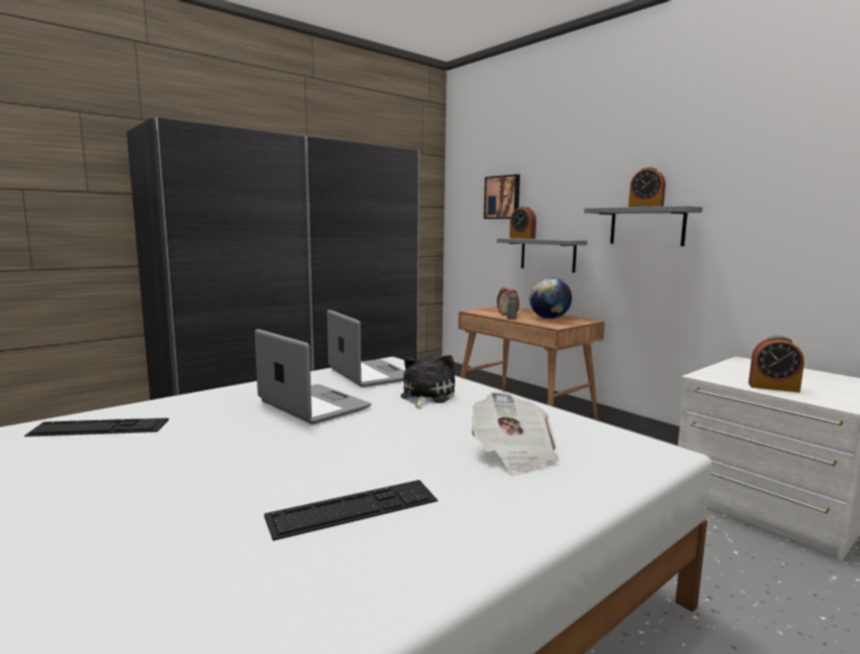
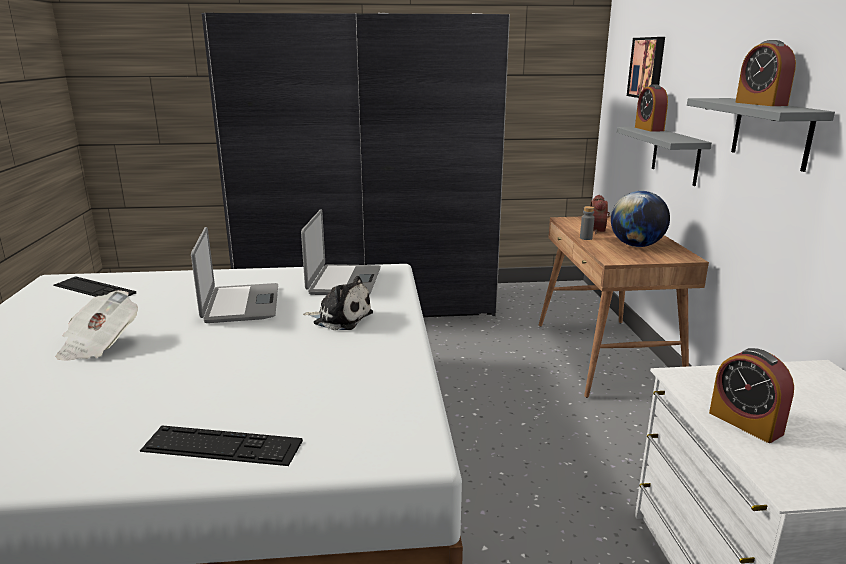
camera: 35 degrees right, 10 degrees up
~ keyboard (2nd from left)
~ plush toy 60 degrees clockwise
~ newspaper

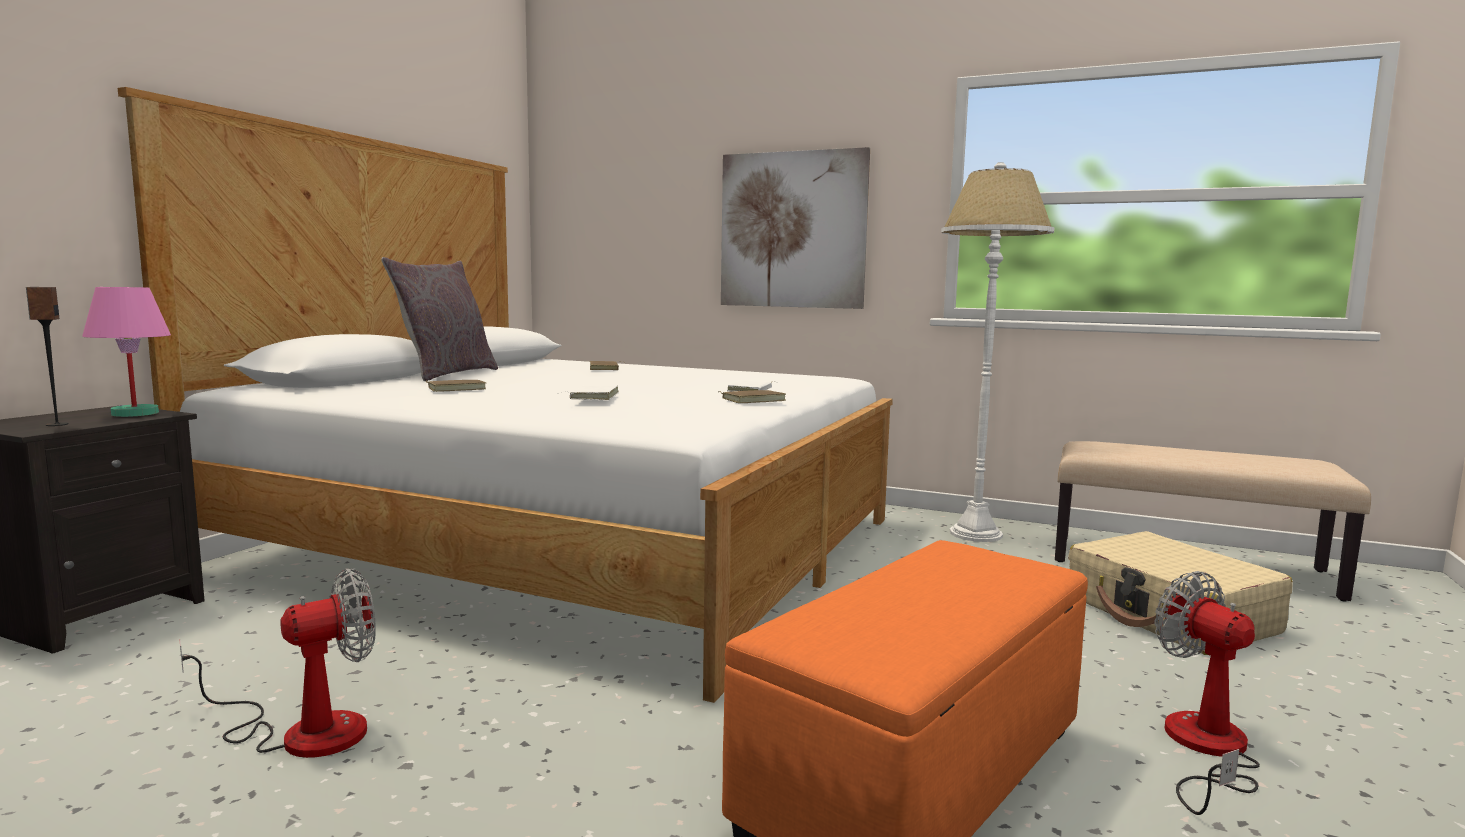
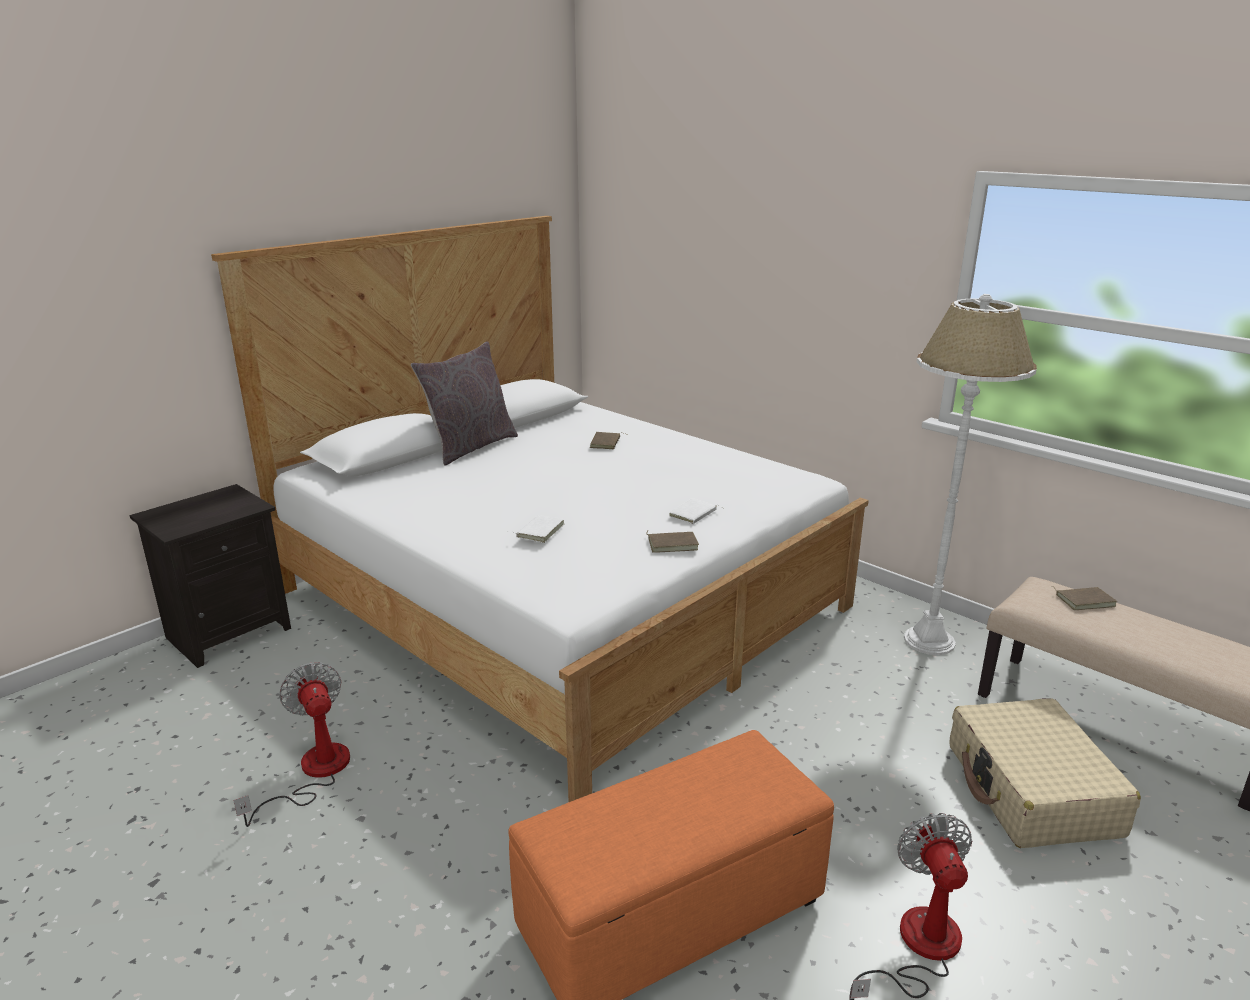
camera: 20 degrees right, 15 degrees up
- speaker
- pink table lamp
~ fan (1st from left) 105 degrees counterclockwise
~ brown book (1st from left in the first image) to brown book (3rd from left)
- picture

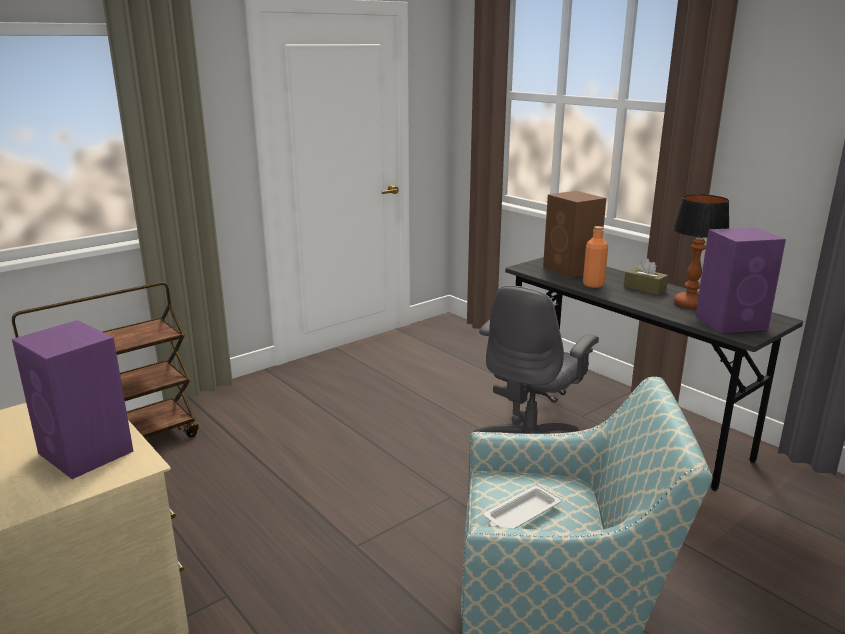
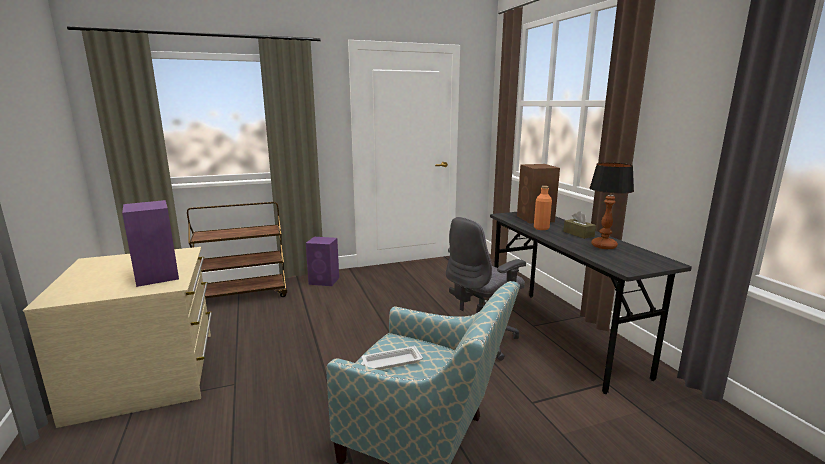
camera: 20 degrees right, 5 degrees down
~ purple speaker (2nd from left)

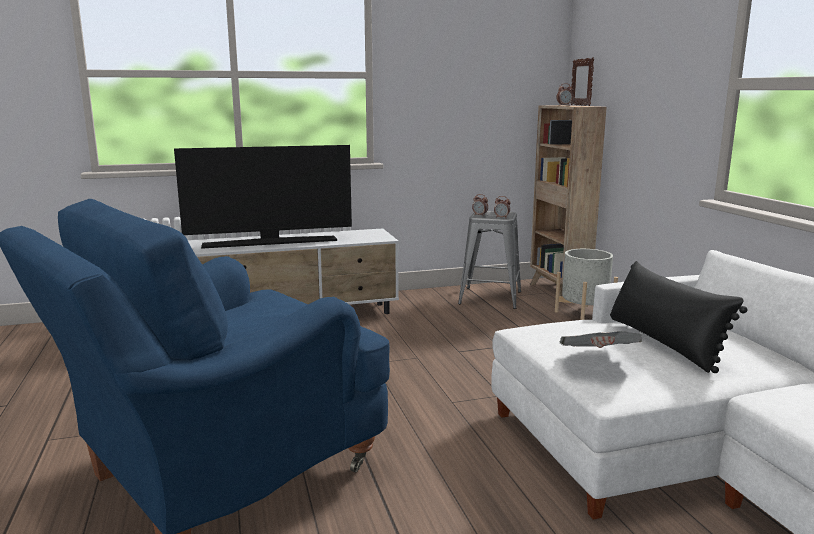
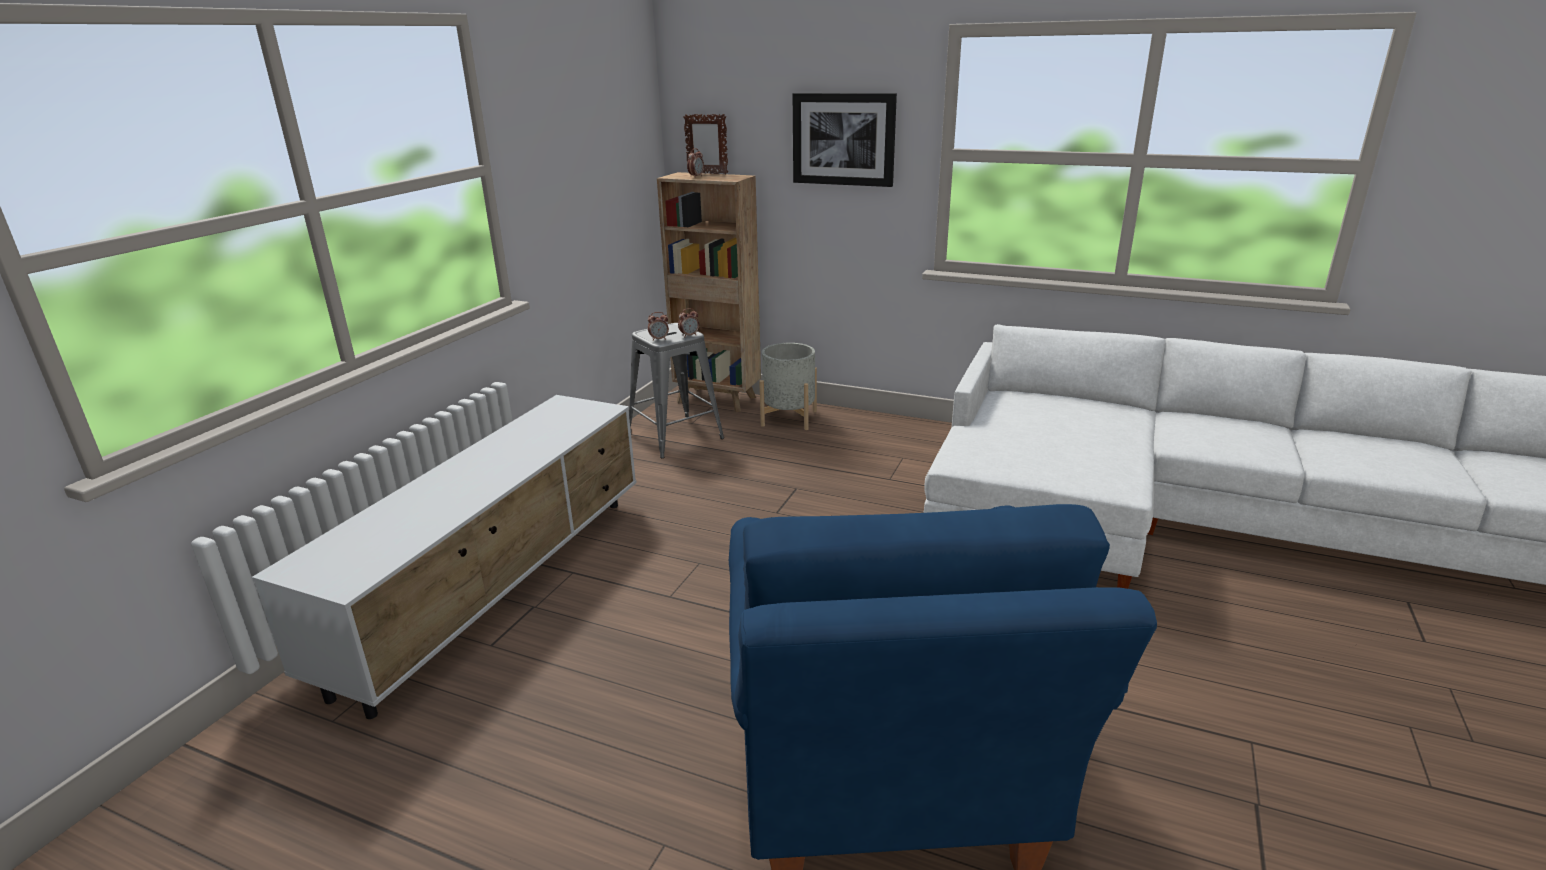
camera: 50 degrees left, 10 degrees up
- television
- newspaper
- black pillow
+ picture

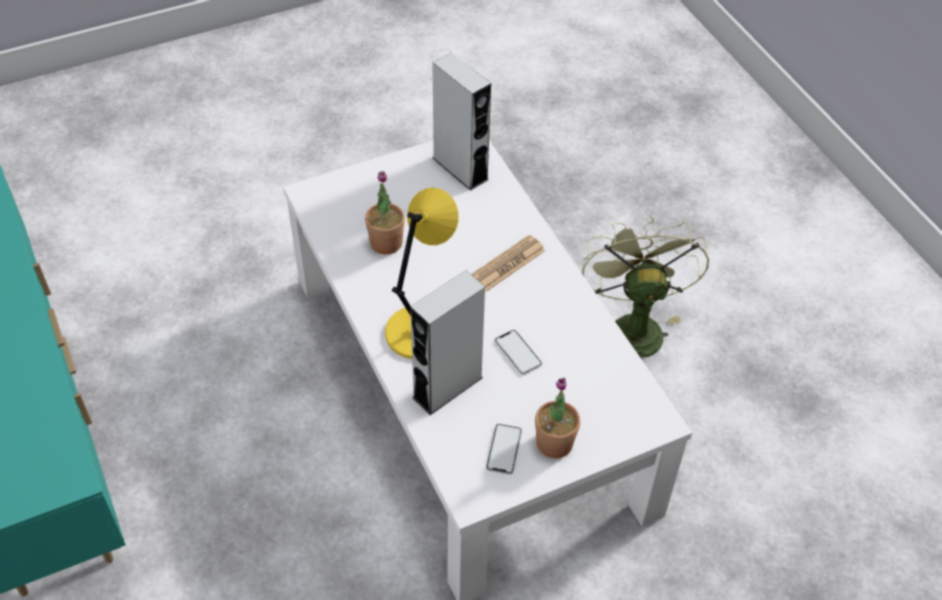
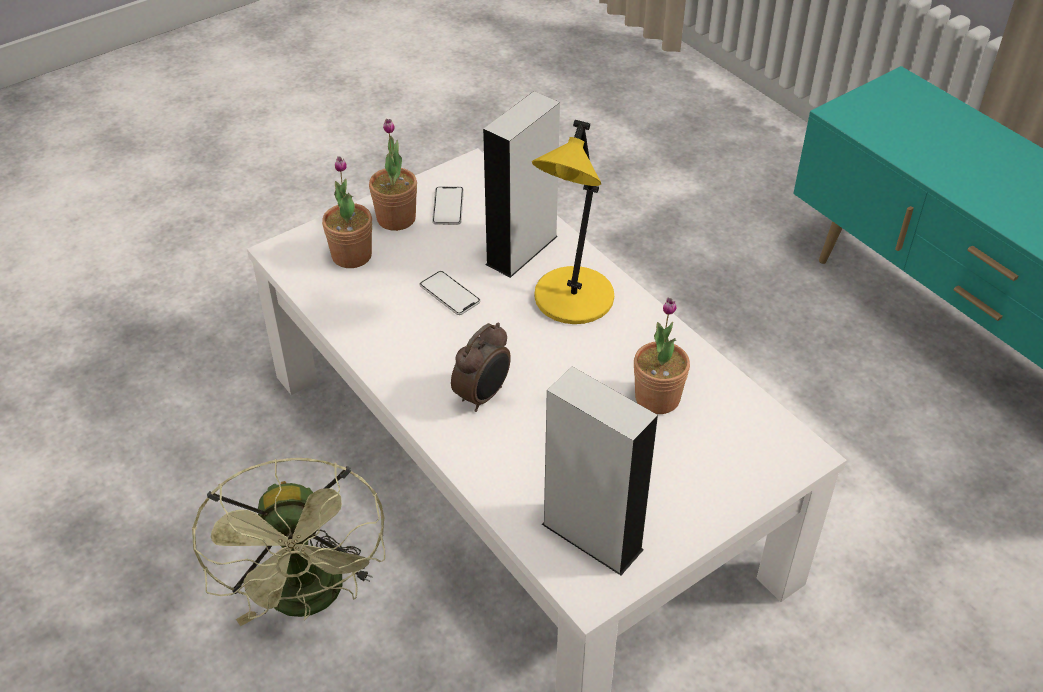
camera: 170 degrees right, 5 degrees down
~ newspaper to alarm clock
+ potted plant (1st from left)

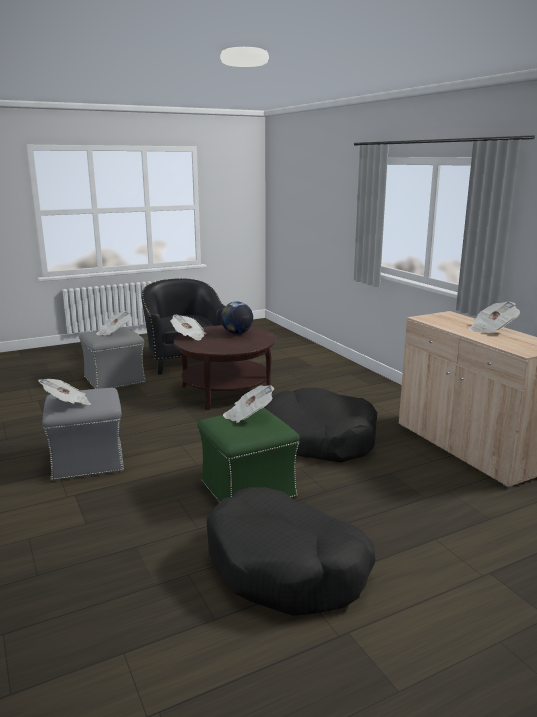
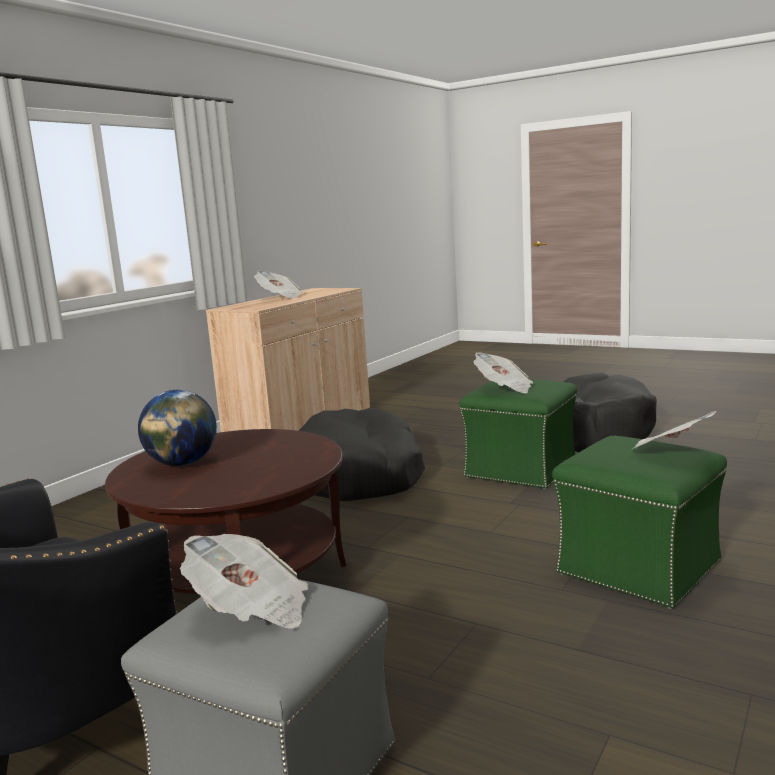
camera: 120 degrees left, 5 degrees down
~ grey ottoman (1st from left) to green ottoman (2nd from left)
- newspaper (3rd from left)

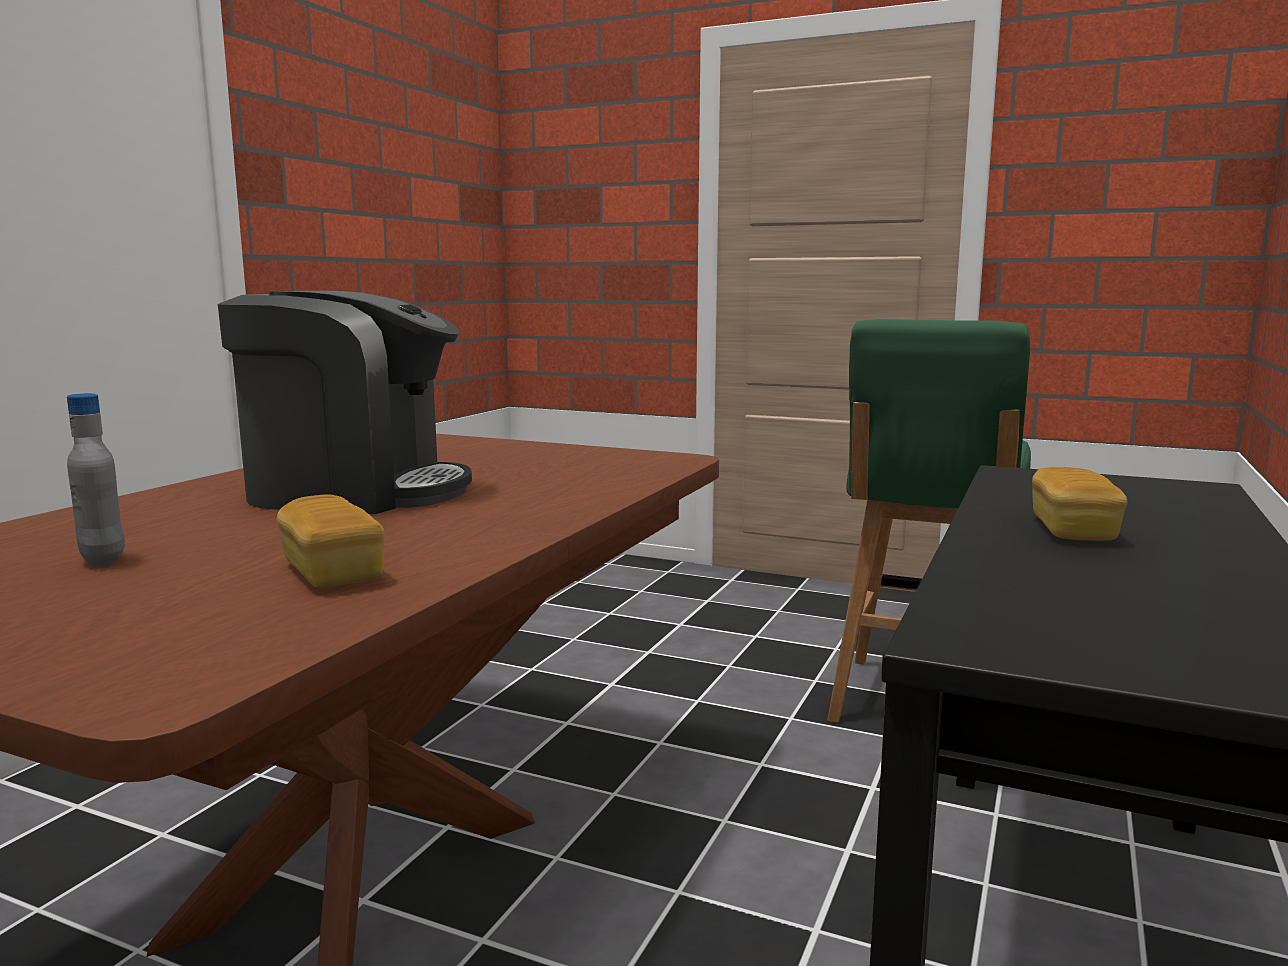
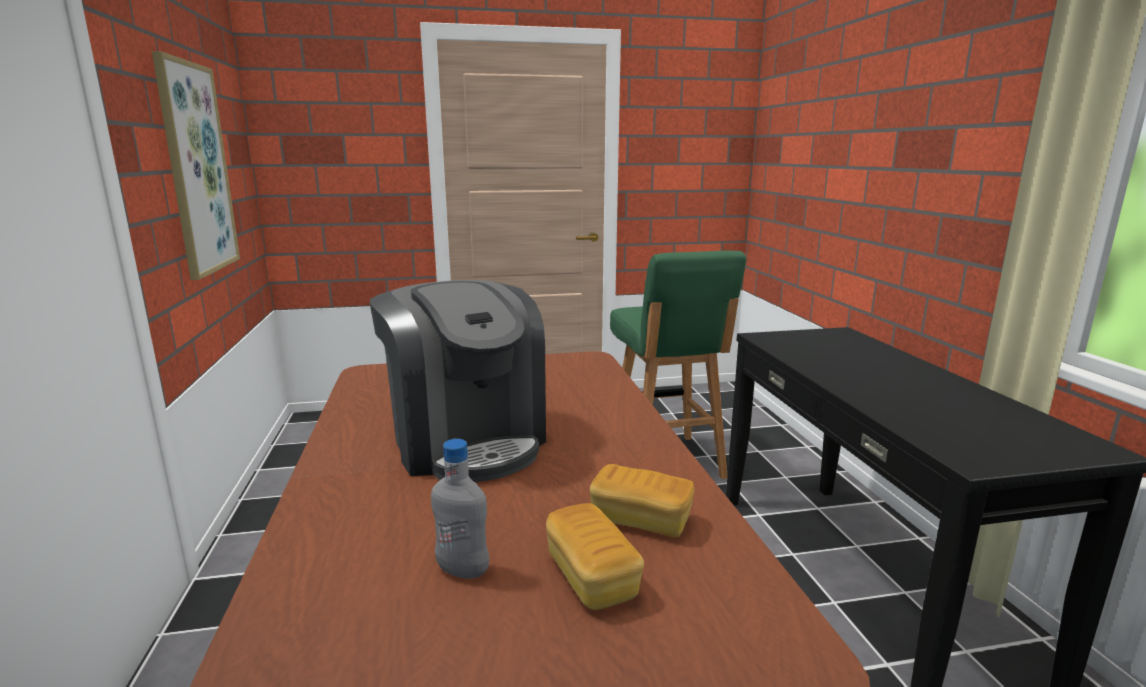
camera: 35 degrees left, 5 degrees up
~ coffee machine 90 degrees clockwise
~ bread (2nd from left in the first image) to bread (1st from left)
+ picture

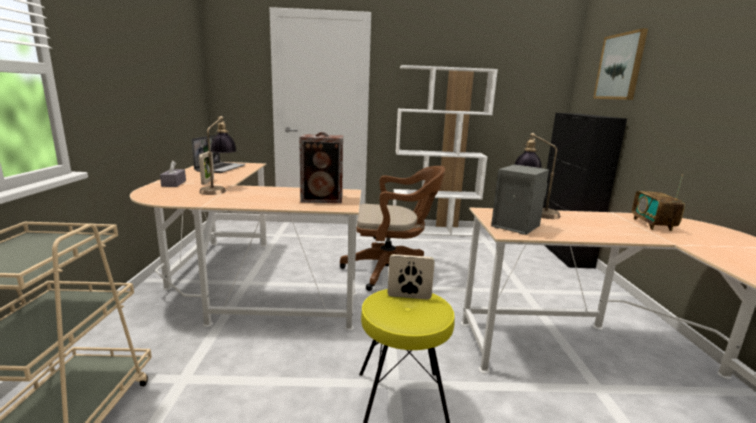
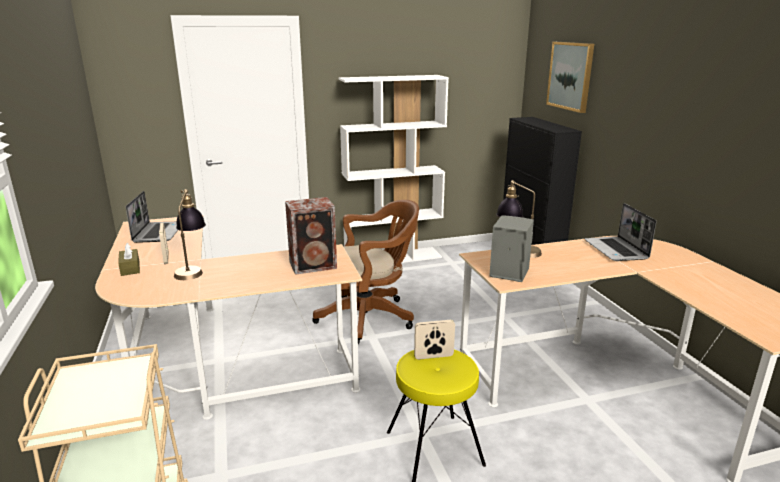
camera: 15 degrees left, 5 degrees up
~ grey tissue box to brown tissue box
~ radio to laptop (2nd from left)

